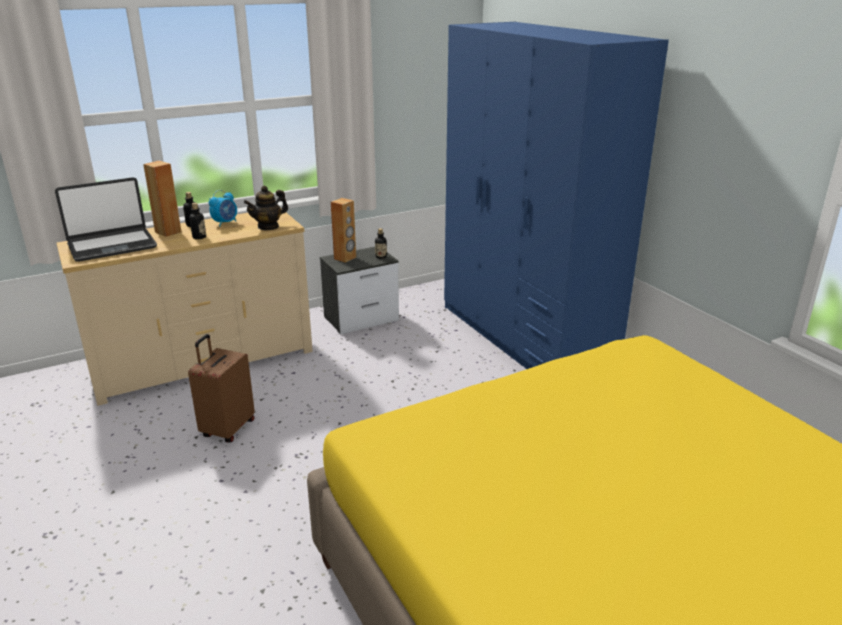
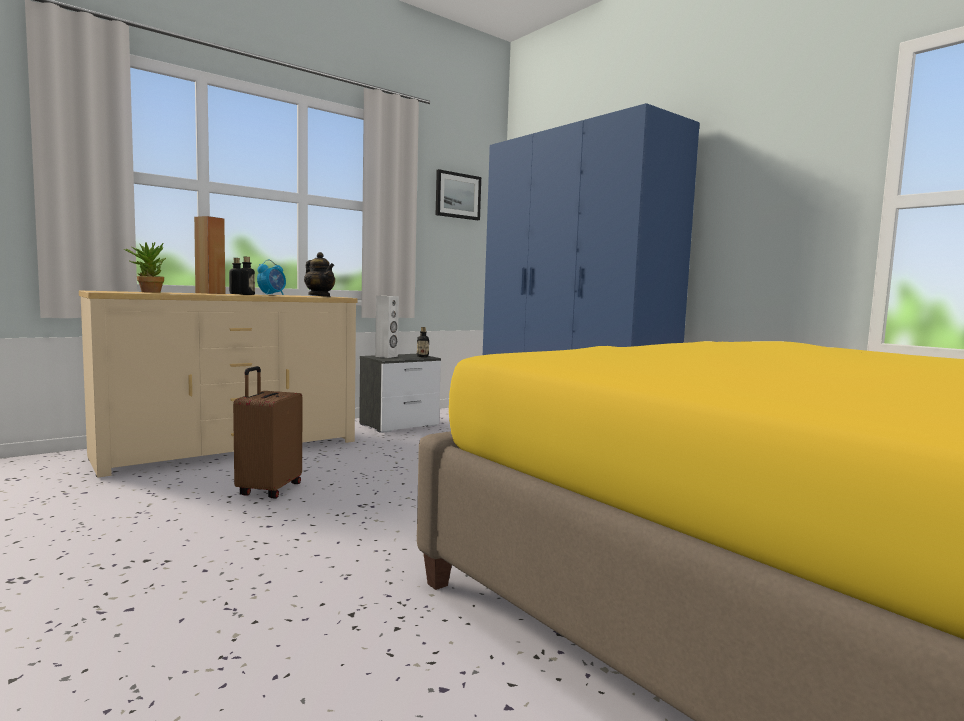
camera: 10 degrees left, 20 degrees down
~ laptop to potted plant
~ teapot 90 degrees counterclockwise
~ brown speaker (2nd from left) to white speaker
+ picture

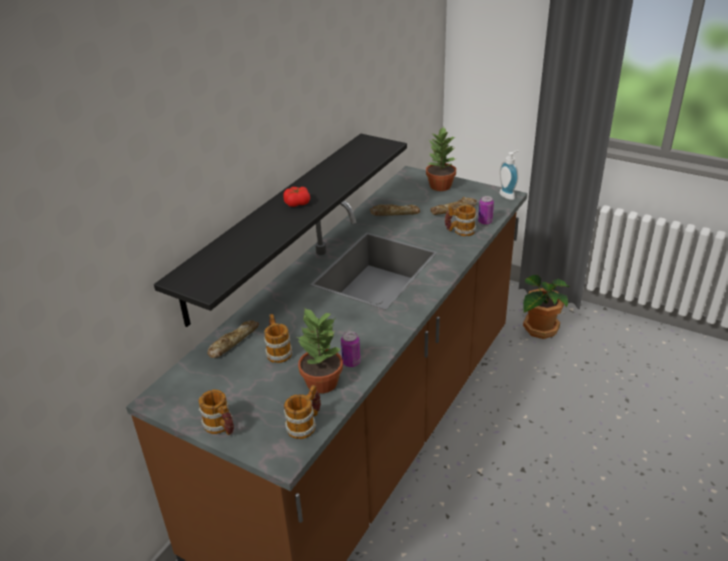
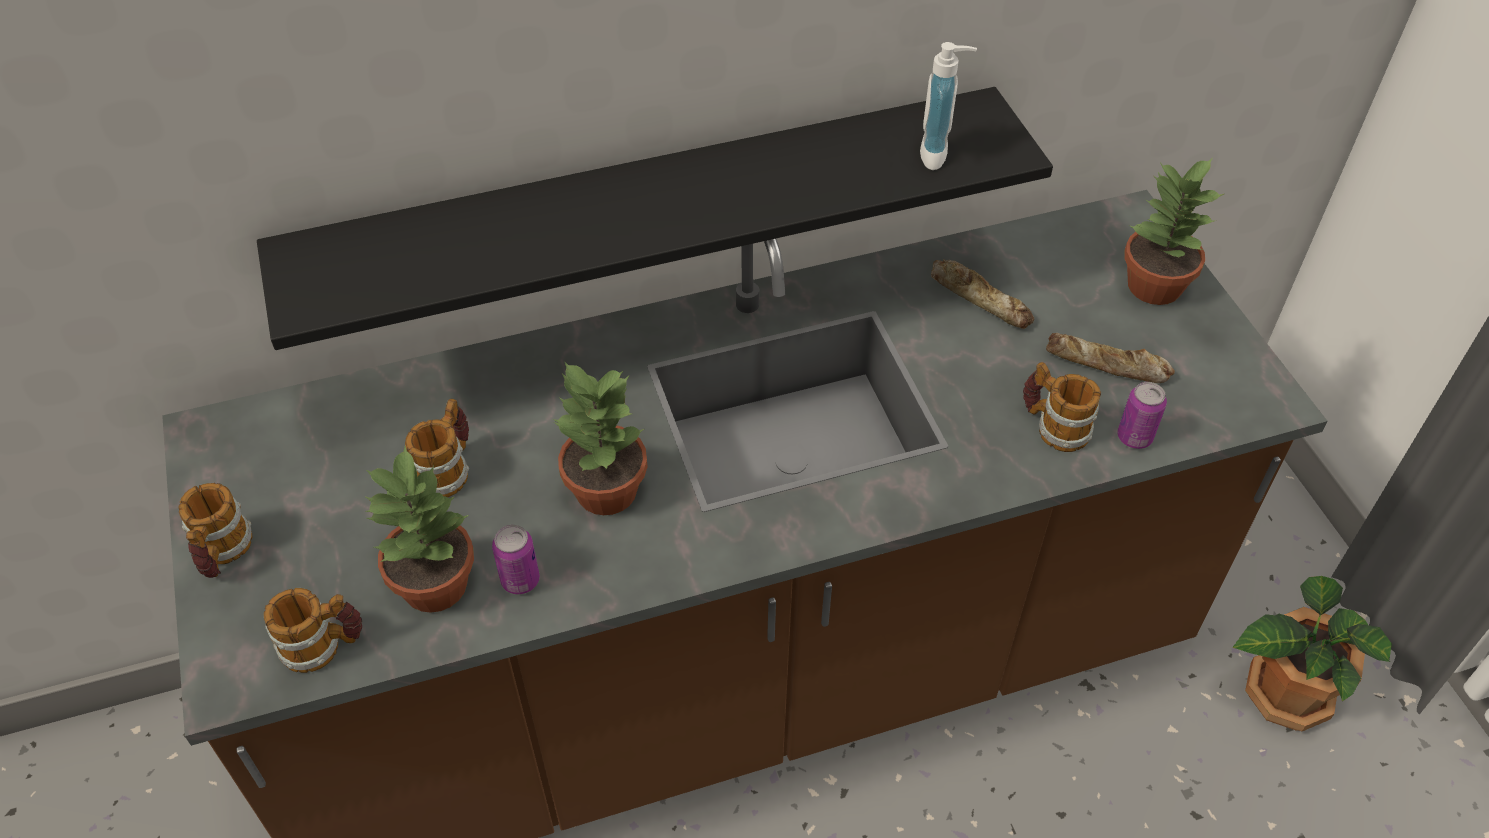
camera: 40 degrees right, 15 degrees up
- bread (1st from left)
- tomato
~ soap dispenser
+ potted plant (2nd from left)

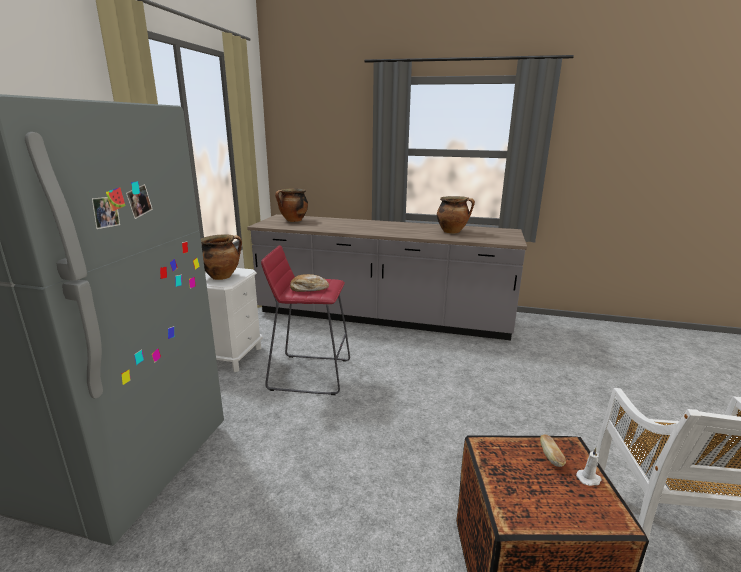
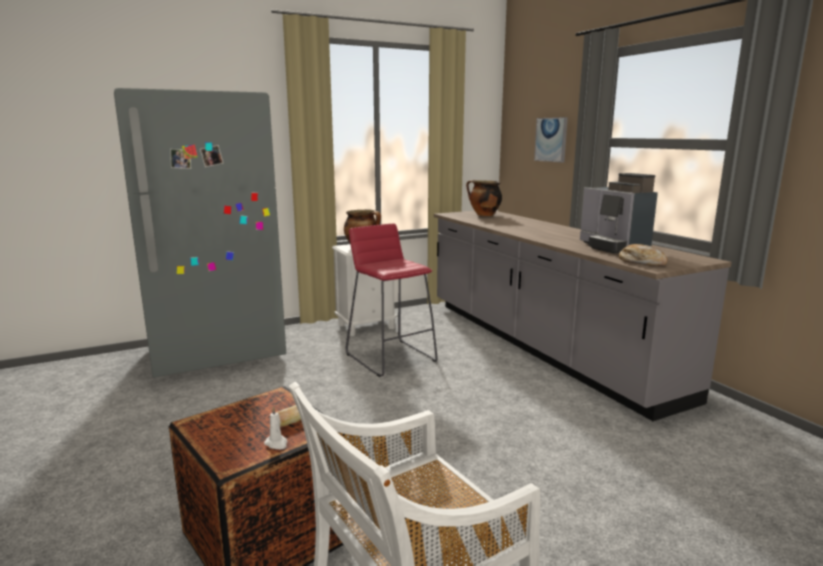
camera: 50 degrees right, 5 degrees down
~ bread (1st from left in the first image) to bread (2nd from left)
~ cooking pot (3rd from left) to coffee machine
+ picture

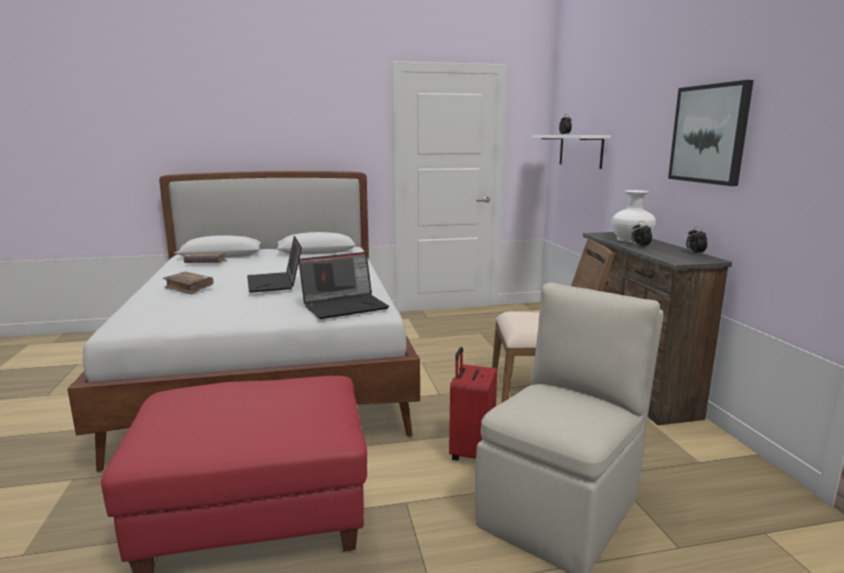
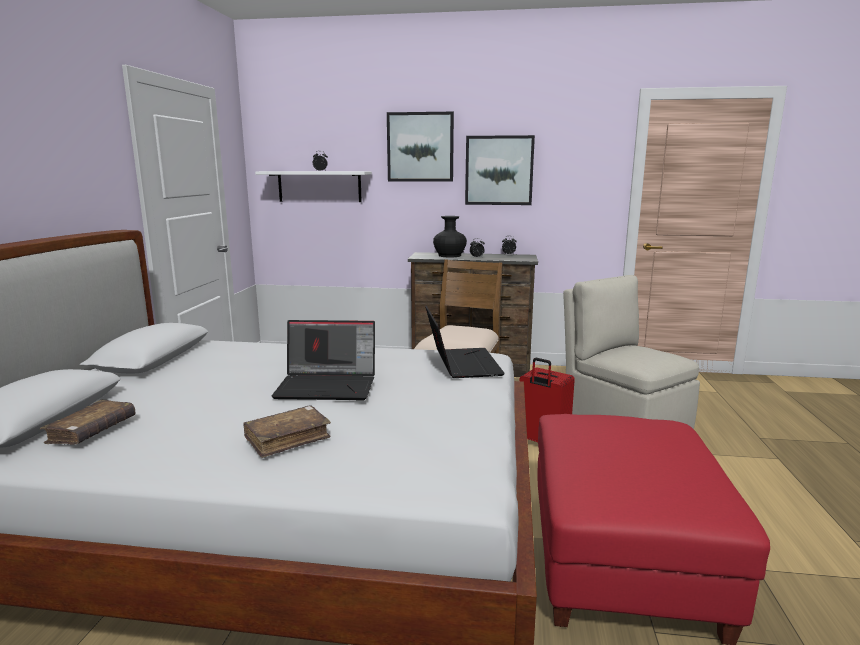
camera: 70 degrees left, 0 degrees up
~ white vase to black vase
+ picture (1st from left)

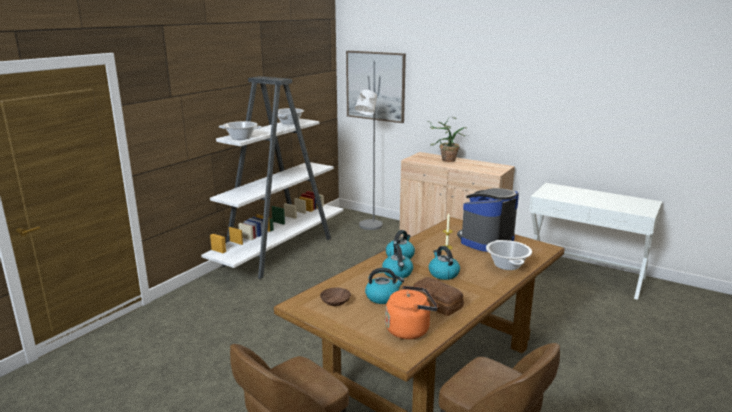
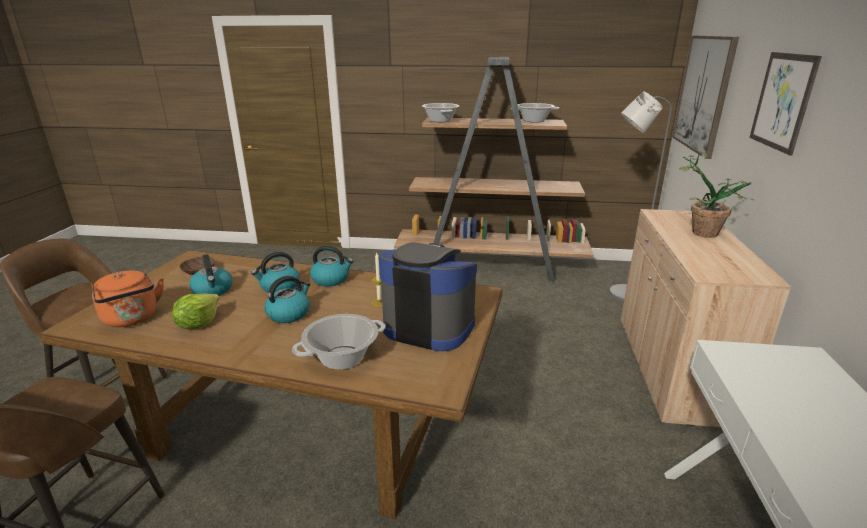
camera: 65 degrees right, 5 degrees up
~ white bookcase to brown bookcase
~ bread to lettuce
+ picture (2nd from left)

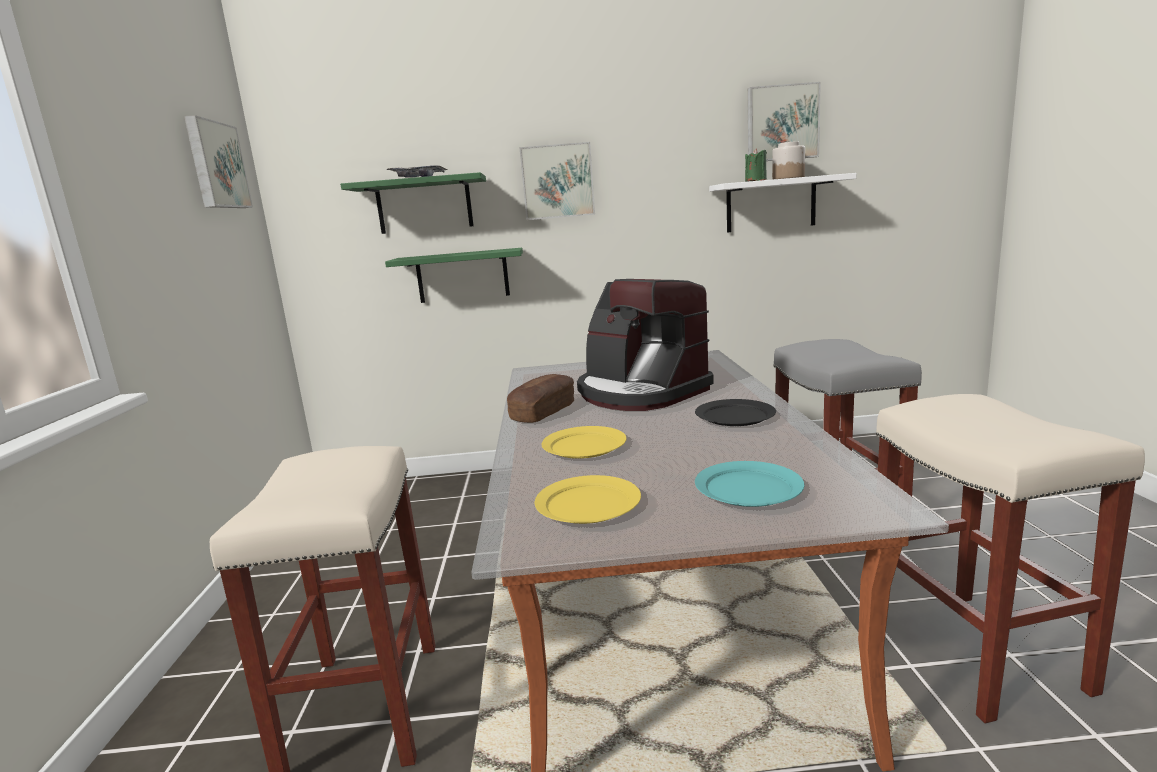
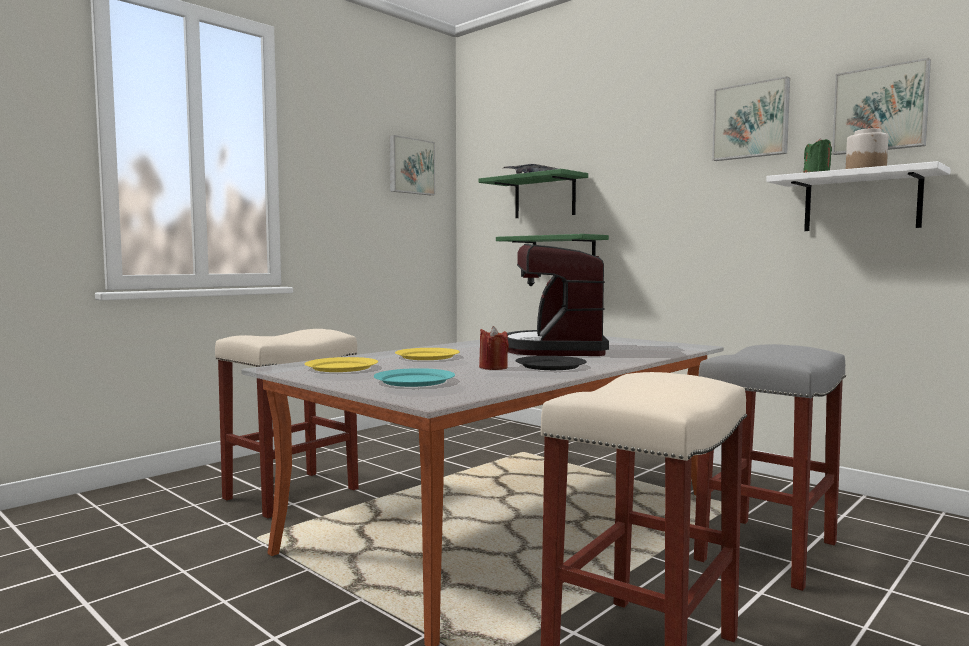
camera: 45 degrees right, 10 degrees down
- bread
~ picture (2nd from left)
+ red candle

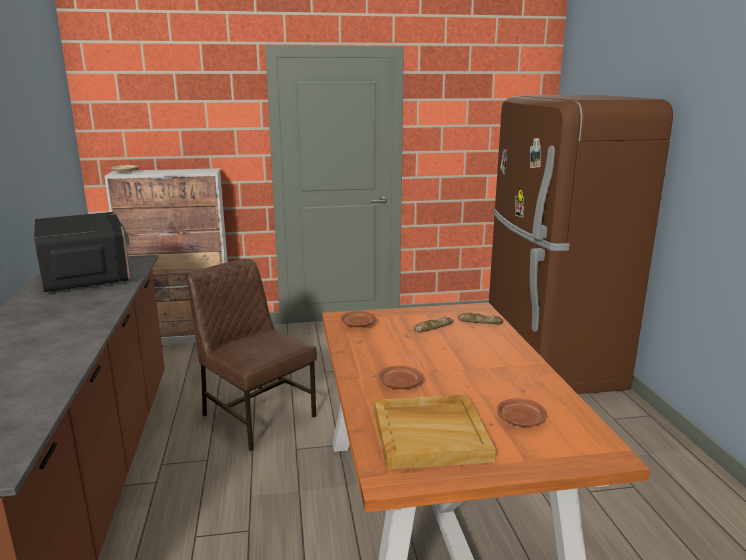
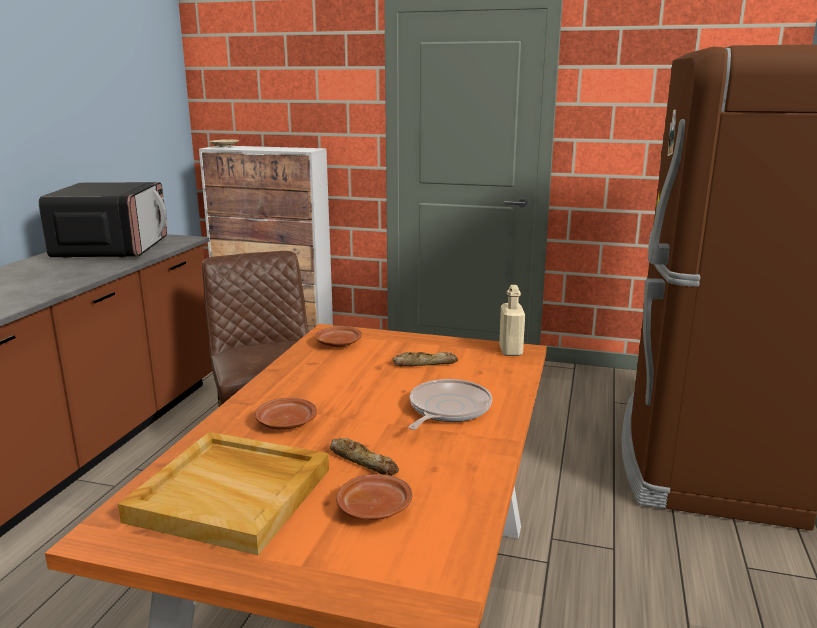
camera: 25 degrees right, 0 degrees up
~ bread (2nd from left in the first image) to bread (1st from left)
+ frying pan
+ beige bottle

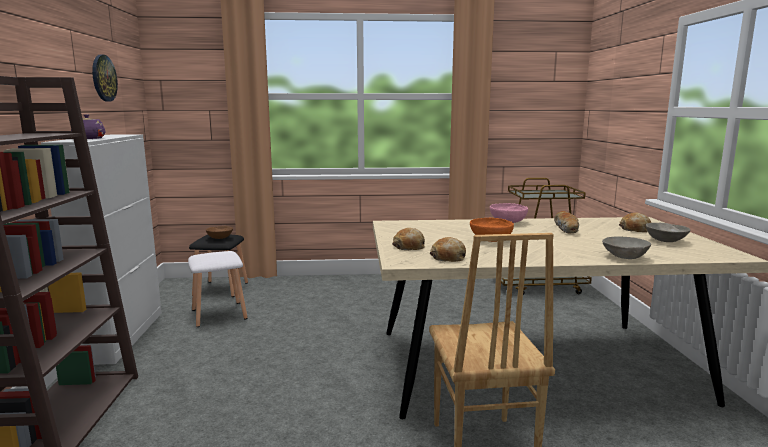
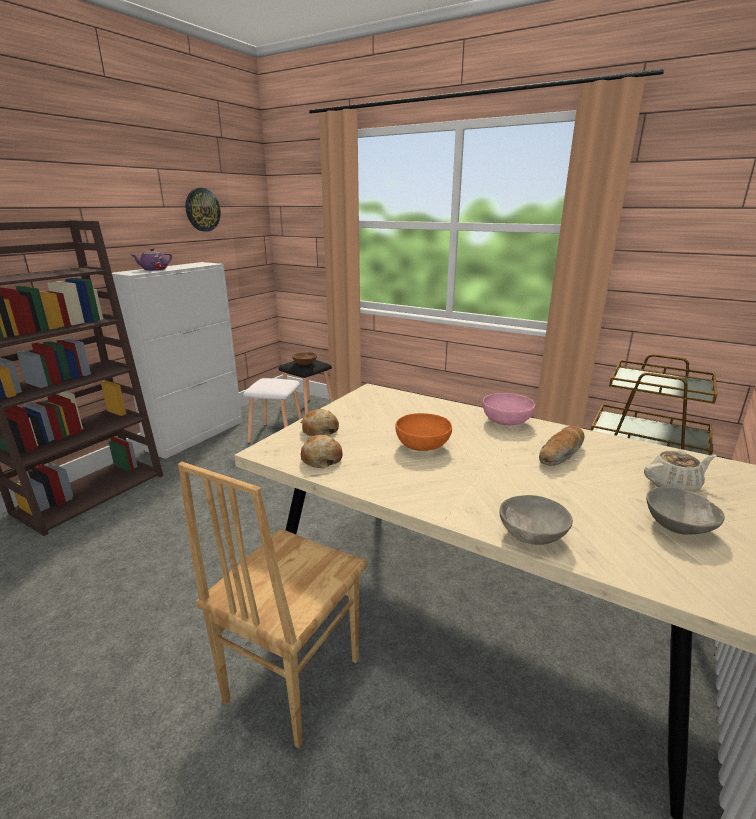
camera: 35 degrees right, 10 degrees up
~ bread (4th from left) to beige teapot

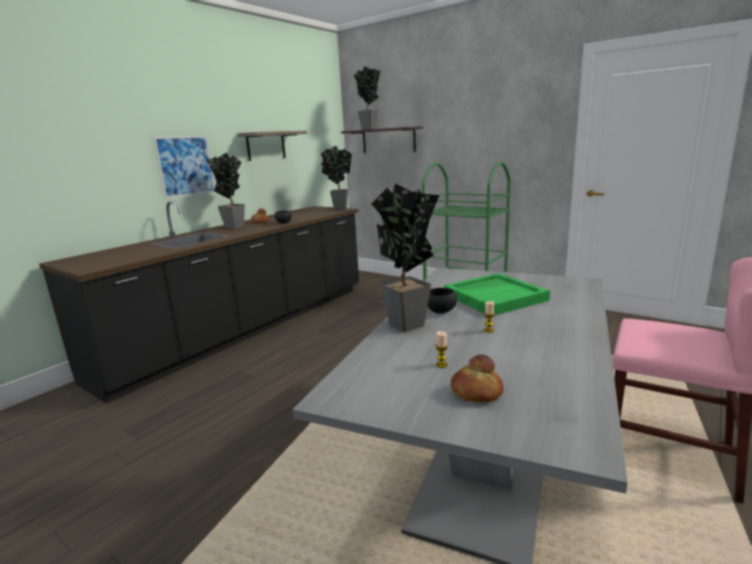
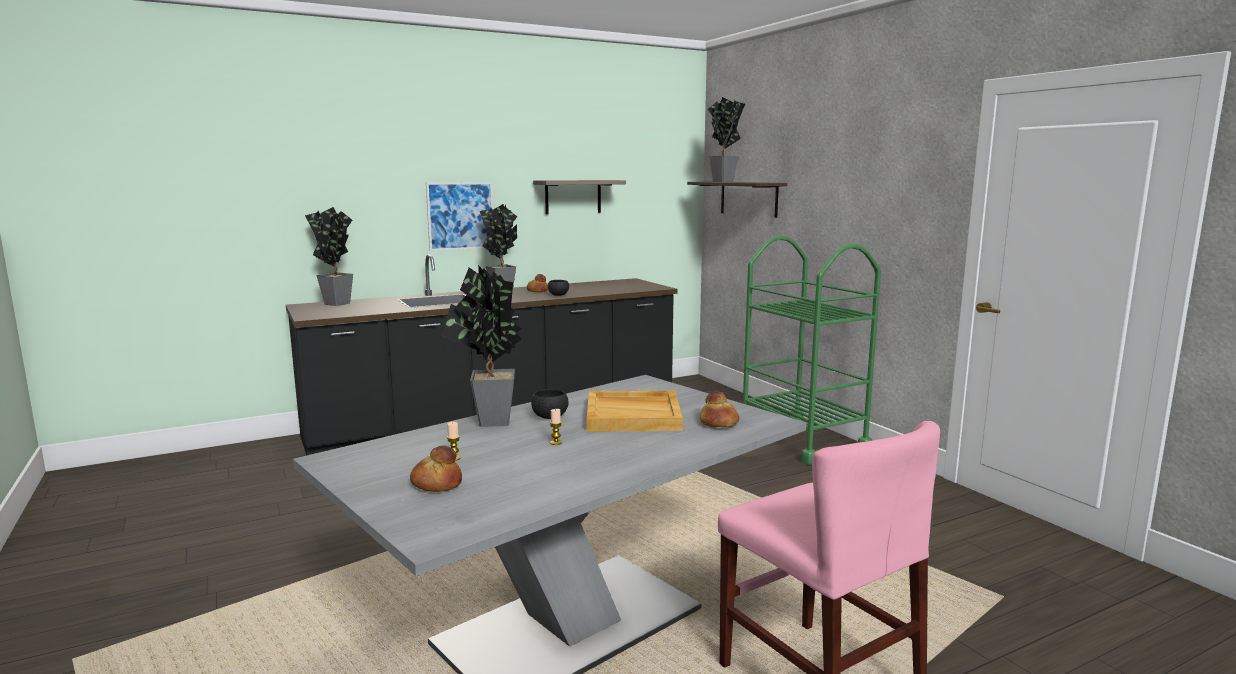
camera: 25 degrees right, 5 degrees down
~ potted plant (2nd from left in the first image) to potted plant (1st from left)
~ green tray to beige tray
+ bread (3rd from left)

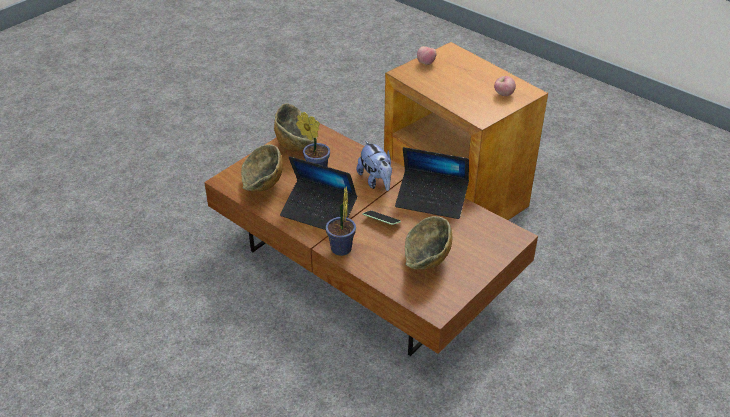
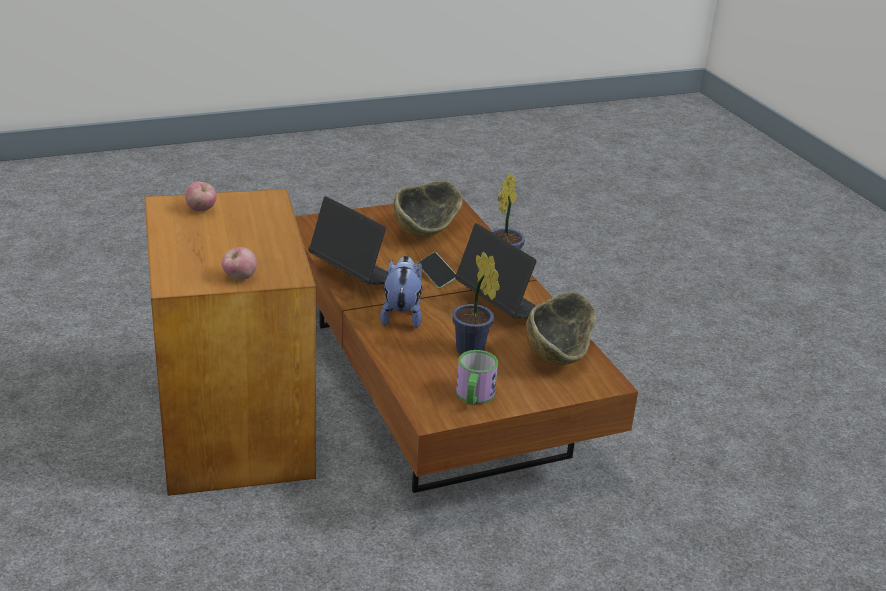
camera: 155 degrees left, 10 degrees down
~ bowl (2nd from left) to mug

